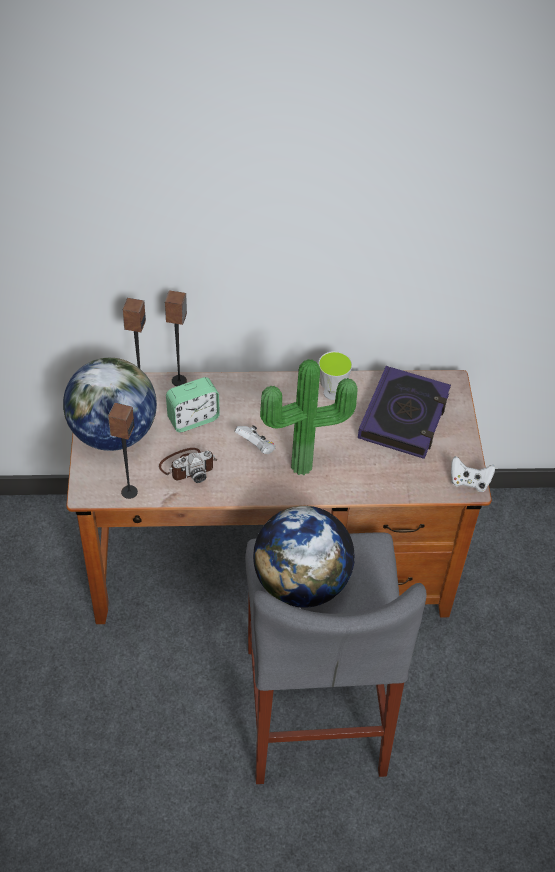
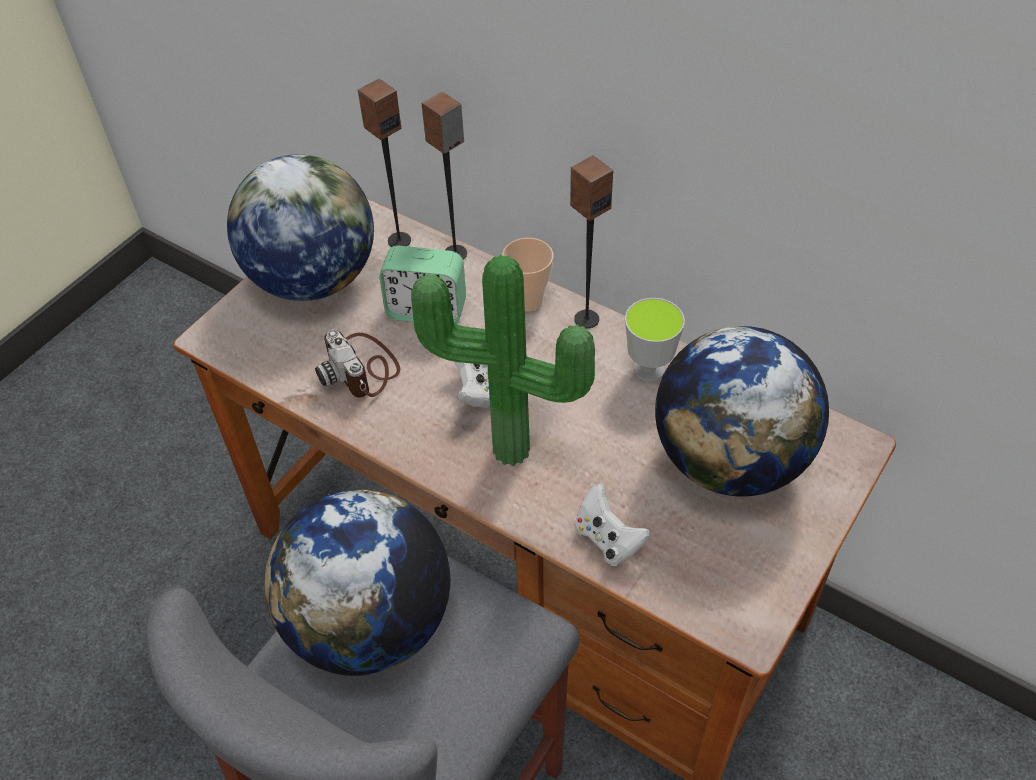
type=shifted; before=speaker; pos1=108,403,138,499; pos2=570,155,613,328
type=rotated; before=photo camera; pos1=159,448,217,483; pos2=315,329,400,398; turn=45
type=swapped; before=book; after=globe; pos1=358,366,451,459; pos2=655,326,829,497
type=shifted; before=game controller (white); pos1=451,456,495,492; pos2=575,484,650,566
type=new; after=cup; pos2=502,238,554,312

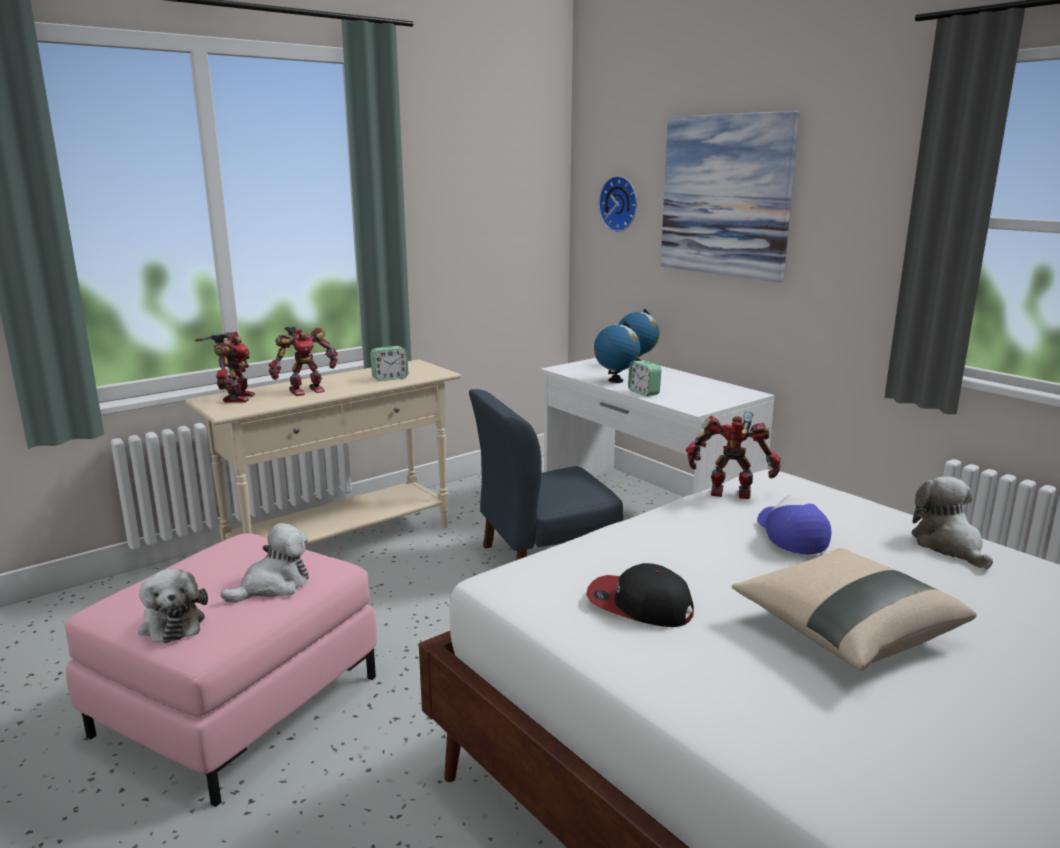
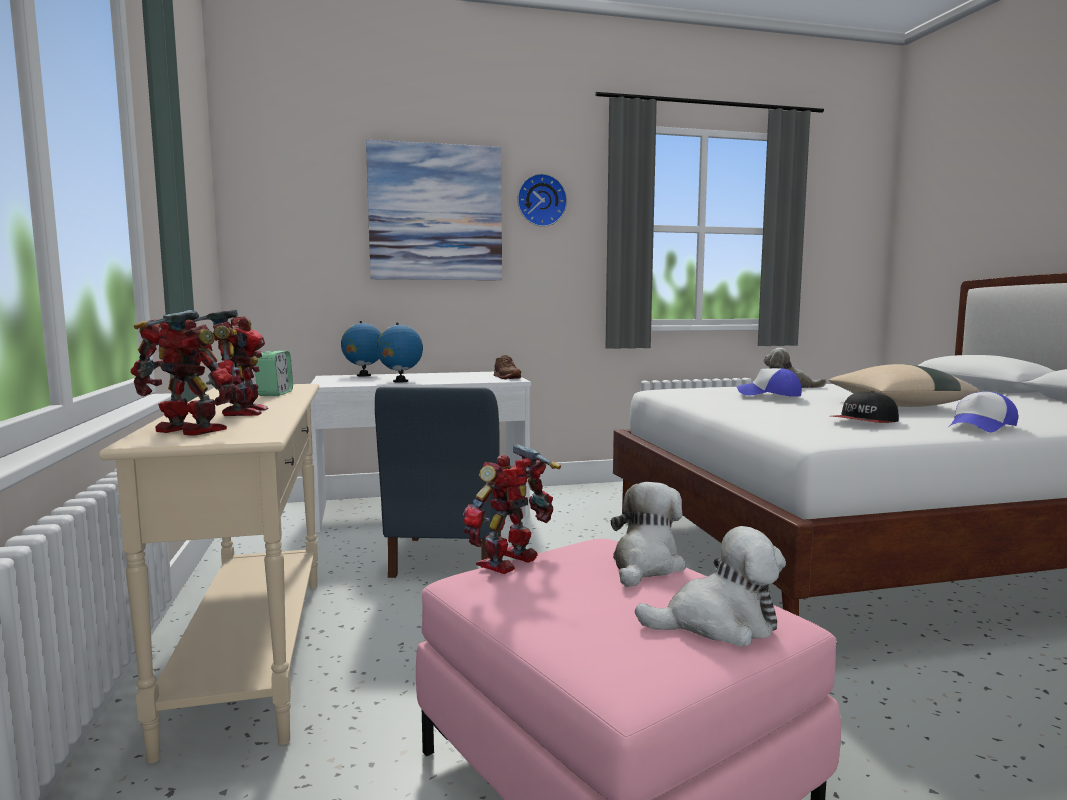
type=rotated; before=plush toy; pos1=221,523,309,603; pos2=611,482,685,587; turn=45
type=shifted; before=wall clock; pos1=599,176,637,232; pos2=517,173,567,227
type=gone; before=alarm clock; pos1=628,360,662,396
type=shifted; before=toy robot; pos1=686,411,781,499; pos2=463,444,561,574
type=new; after=shoe (brown); pos2=494,355,521,379
type=new; after=cap; pos2=949,392,1018,433

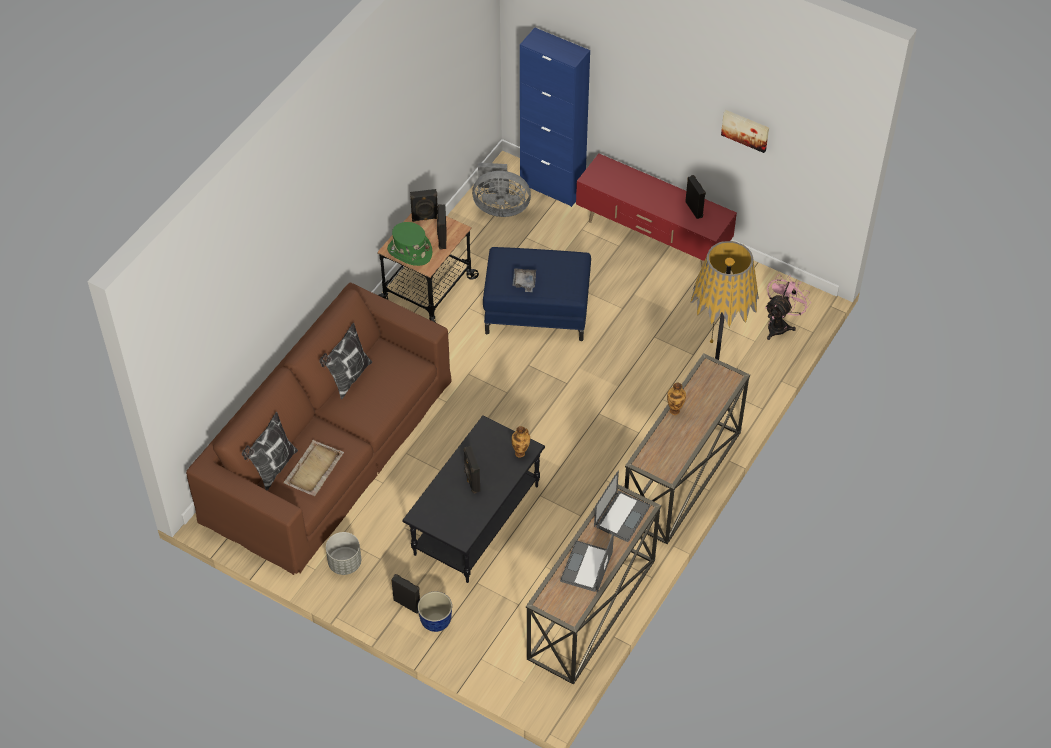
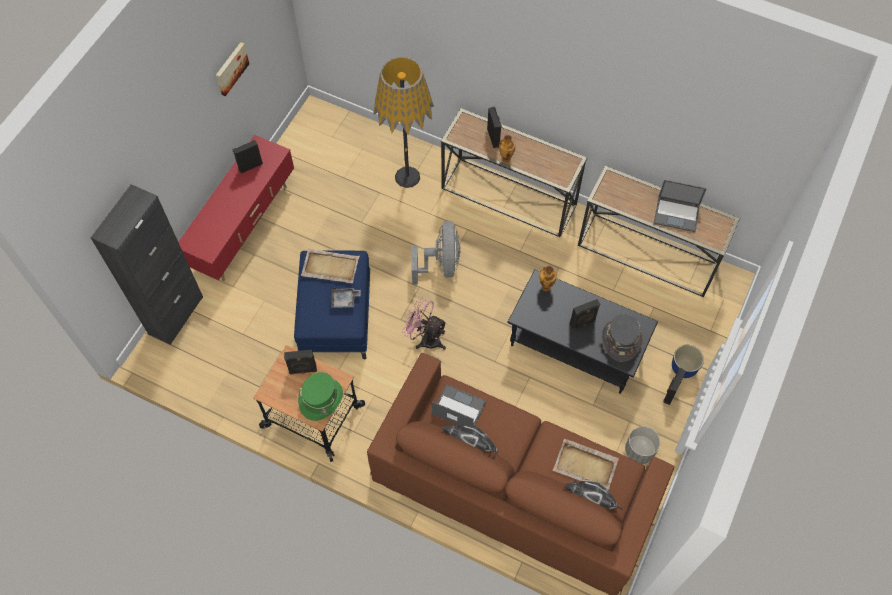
type=shifted; before=speaker (black); pos1=410,189,438,222; pos2=487,107,502,148
type=shifted; before=fan (grey); pos1=472,163,531,217; pos2=412,221,461,285
type=repainted; before=cabinet (blue); after=cabinet (black); pos1=520,28,590,207; pos2=91,184,203,345
type=shifted; before=laptop; pos1=594,471,651,542; pos2=432,384,486,427
type=shifted; before=fan (pink); pos1=765,274,811,340; pos2=402,297,447,350
type=new; after=tray (beige); pos2=301,249,360,283
type=new; after=hat (grey); pos2=602,314,643,362

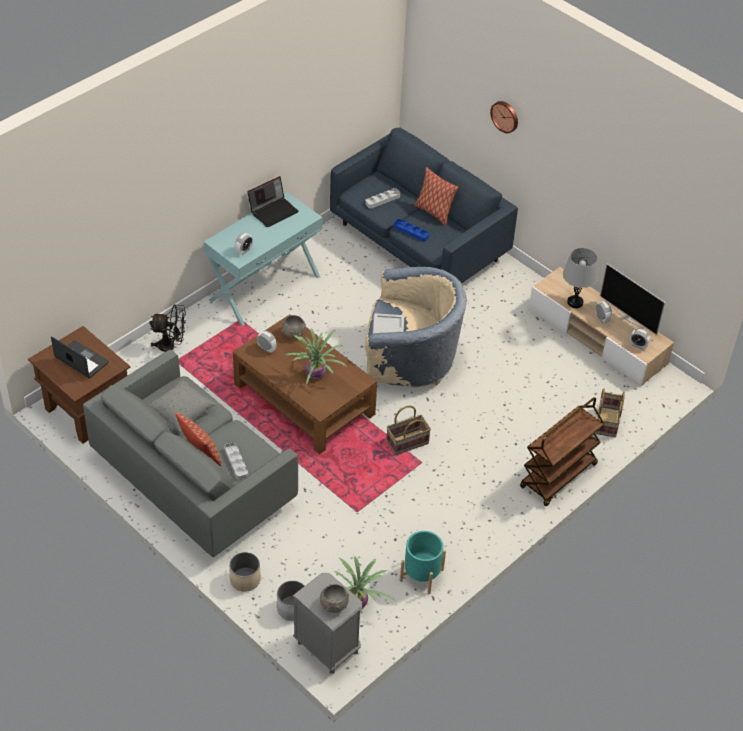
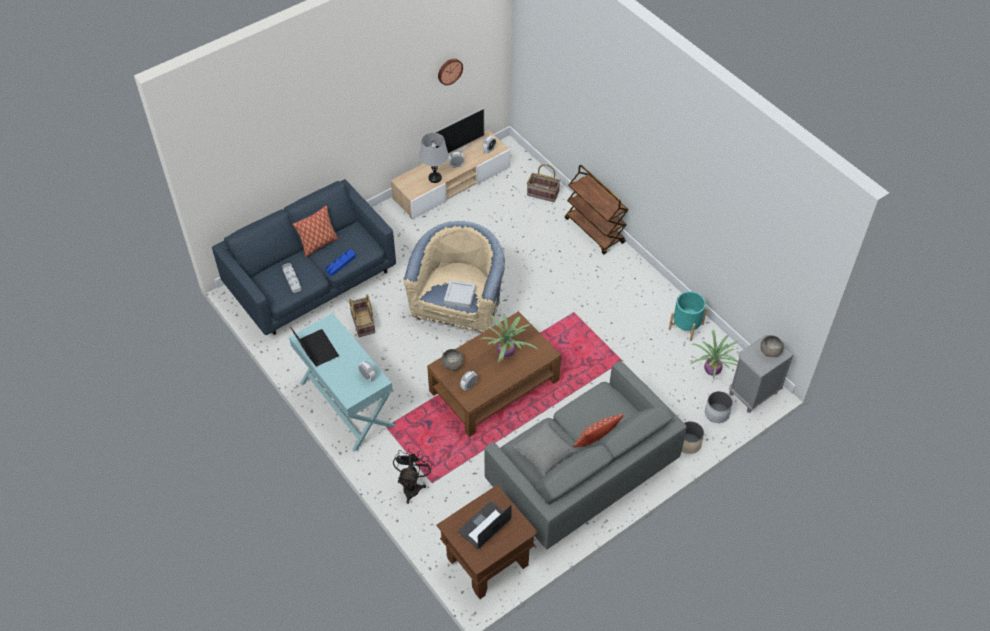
type=gone; before=tray (grey); pos1=224,442,248,480
type=shifted; before=basket; pos1=386,406,431,455; pos2=349,295,375,337
type=shifted; before=wall clock; pos1=490,101,518,133; pos2=438,59,463,85

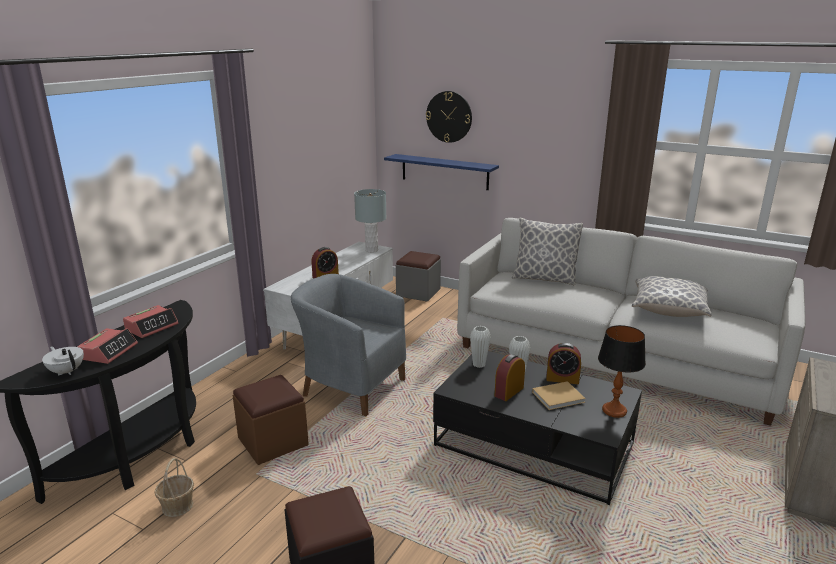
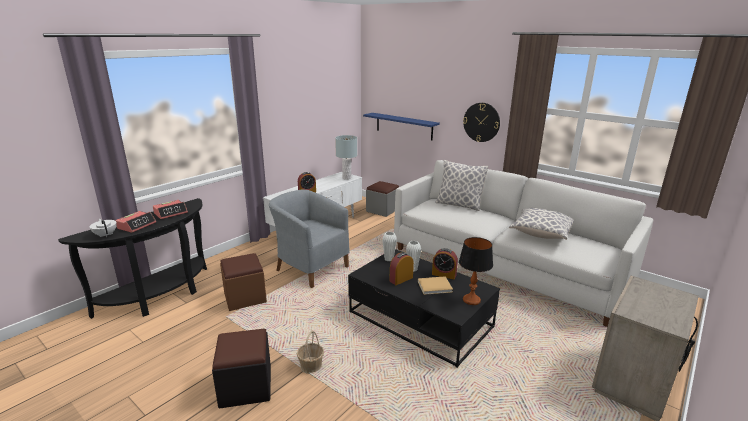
type=shifted; before=basket; pos1=154,458,194,517; pos2=297,331,324,374
type=shifted; before=wall clock; pos1=426,91,472,143; pos2=463,103,500,142

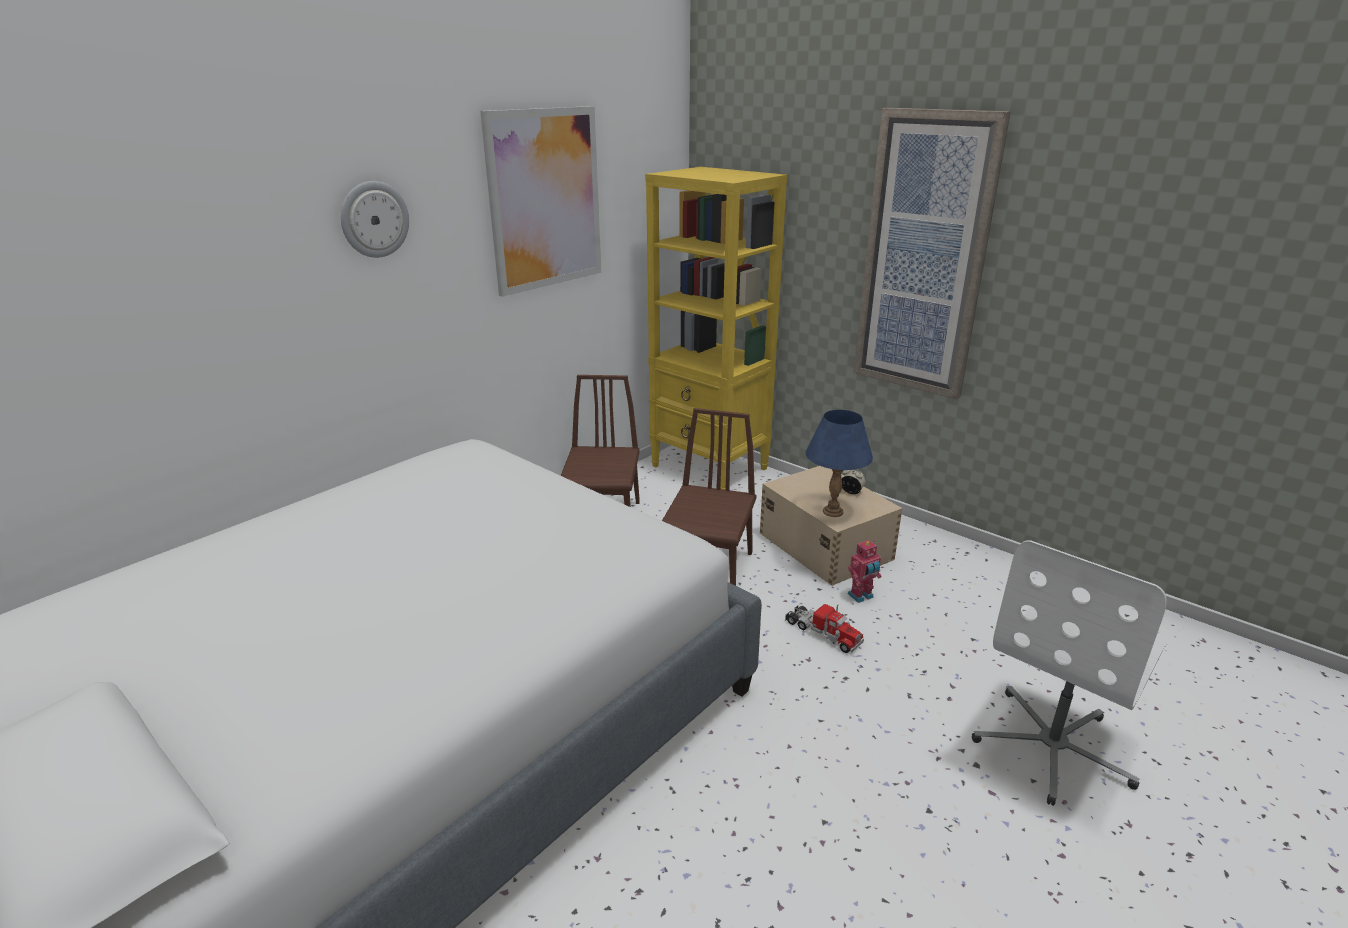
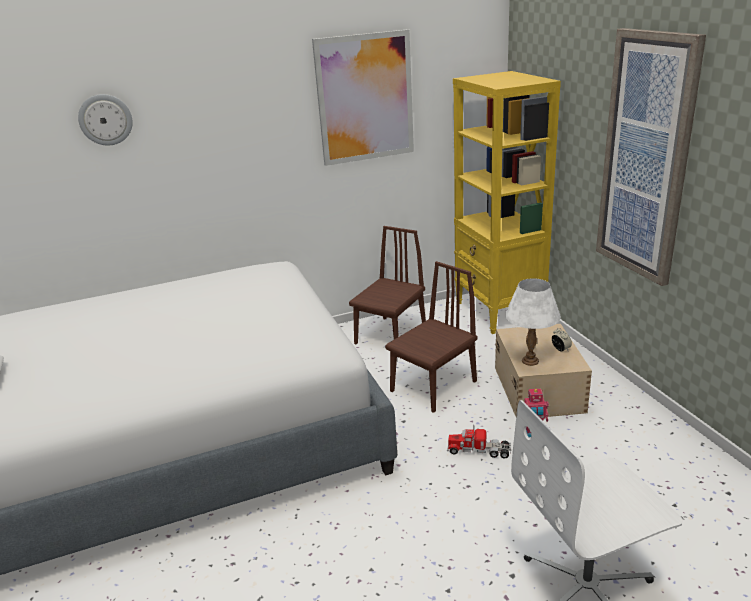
type=shifted; before=wall clock; pos1=341,181,409,258; pos2=78,94,133,146
type=rotated; before=toy truck; pos1=785,604,864,653; pos2=447,424,511,459; turn=120
type=repainted; before=table lamp (blue); after=table lamp (white); pos1=806,410,873,517; pos2=505,278,561,366

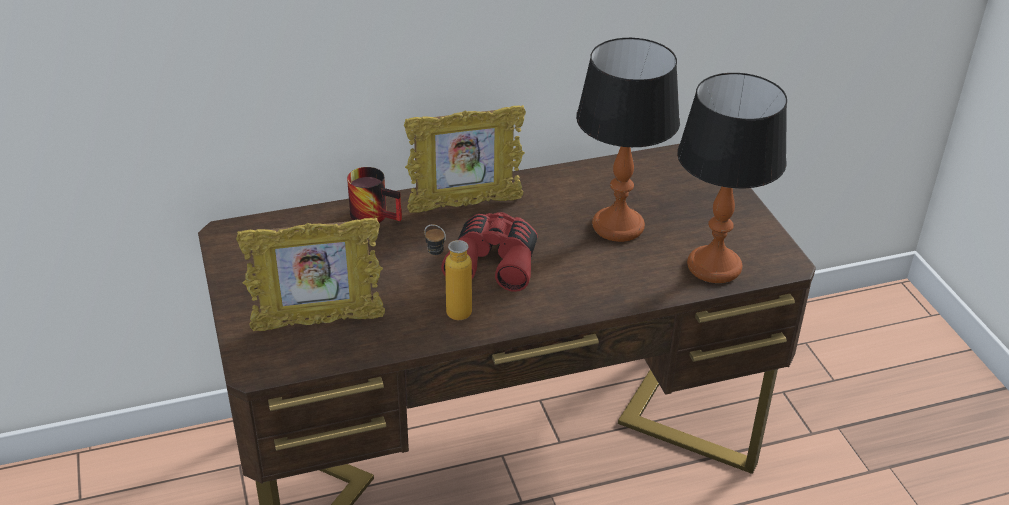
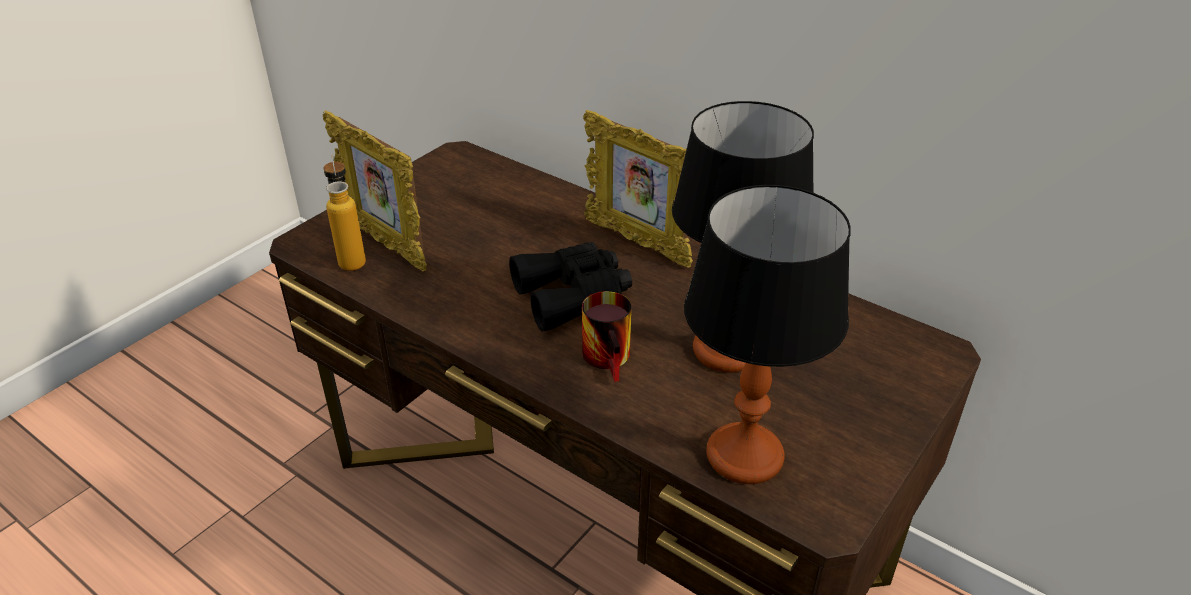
type=shifted; before=mug; pos1=347,167,402,223; pos2=582,291,631,382
type=shifted; before=bottle; pos1=425,224,472,320; pos2=323,154,366,271
type=repainted; before=binoculars (red); after=binoculars (black); pos1=441,212,538,292; pos2=509,242,632,332

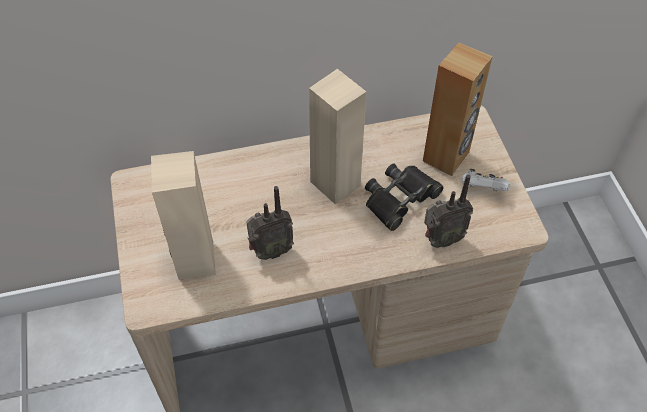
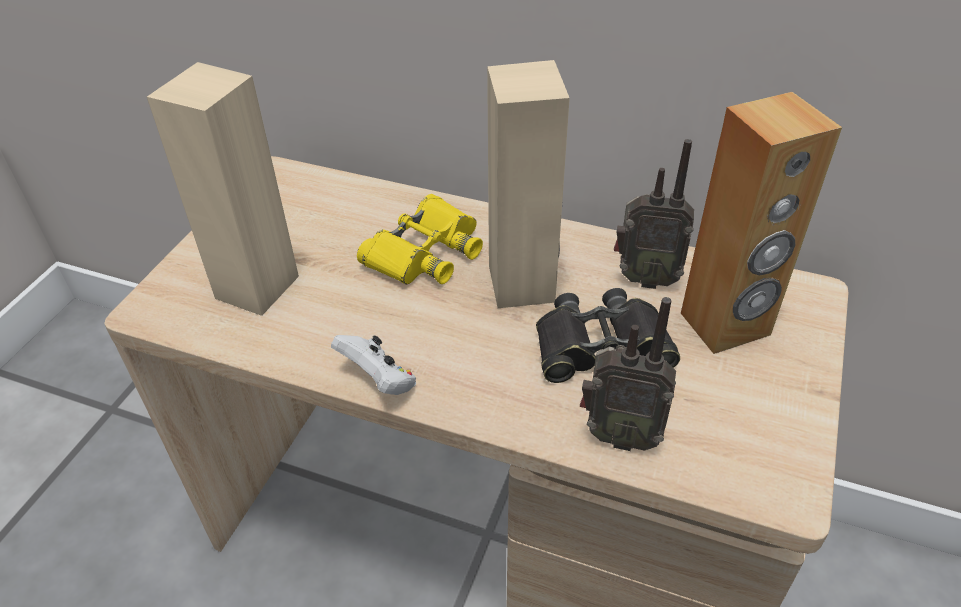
type=shifted; before=radio; pos1=246,186,294,260; pos2=614,139,694,289
type=shifted; before=game controller (white); pos1=462,169,510,191; pos2=331,335,416,395
type=new; after=binoculars (yellow); pos2=357,194,483,284

